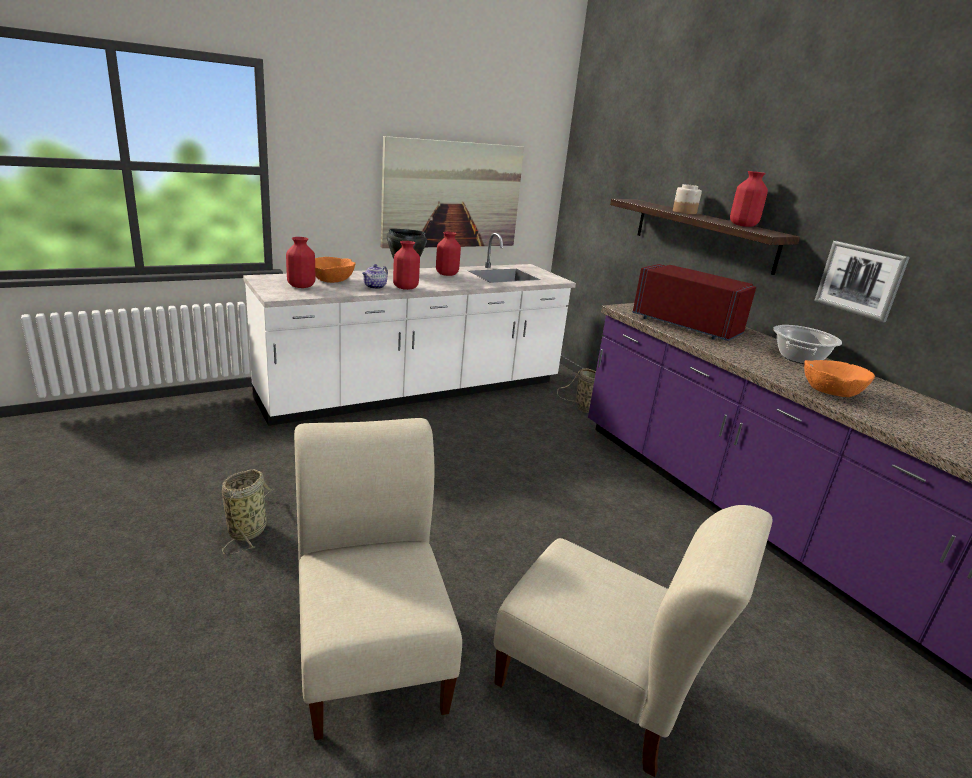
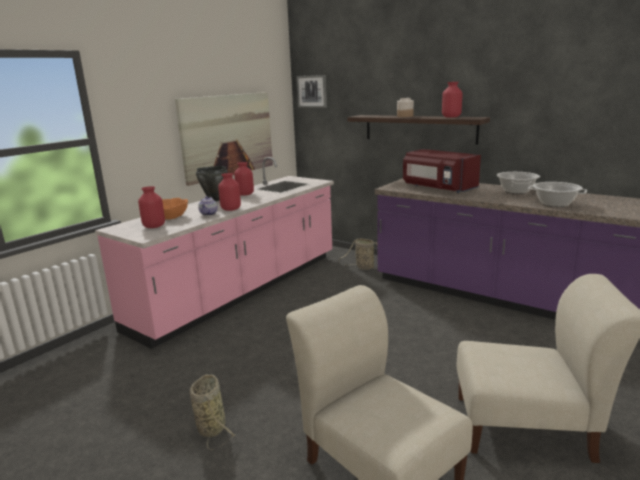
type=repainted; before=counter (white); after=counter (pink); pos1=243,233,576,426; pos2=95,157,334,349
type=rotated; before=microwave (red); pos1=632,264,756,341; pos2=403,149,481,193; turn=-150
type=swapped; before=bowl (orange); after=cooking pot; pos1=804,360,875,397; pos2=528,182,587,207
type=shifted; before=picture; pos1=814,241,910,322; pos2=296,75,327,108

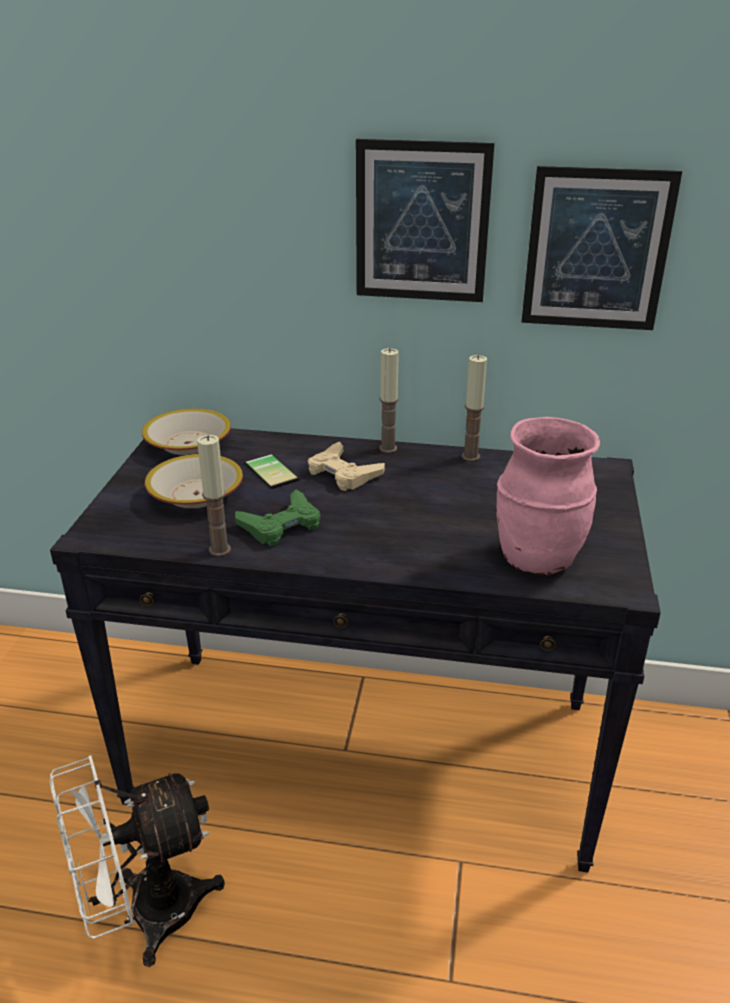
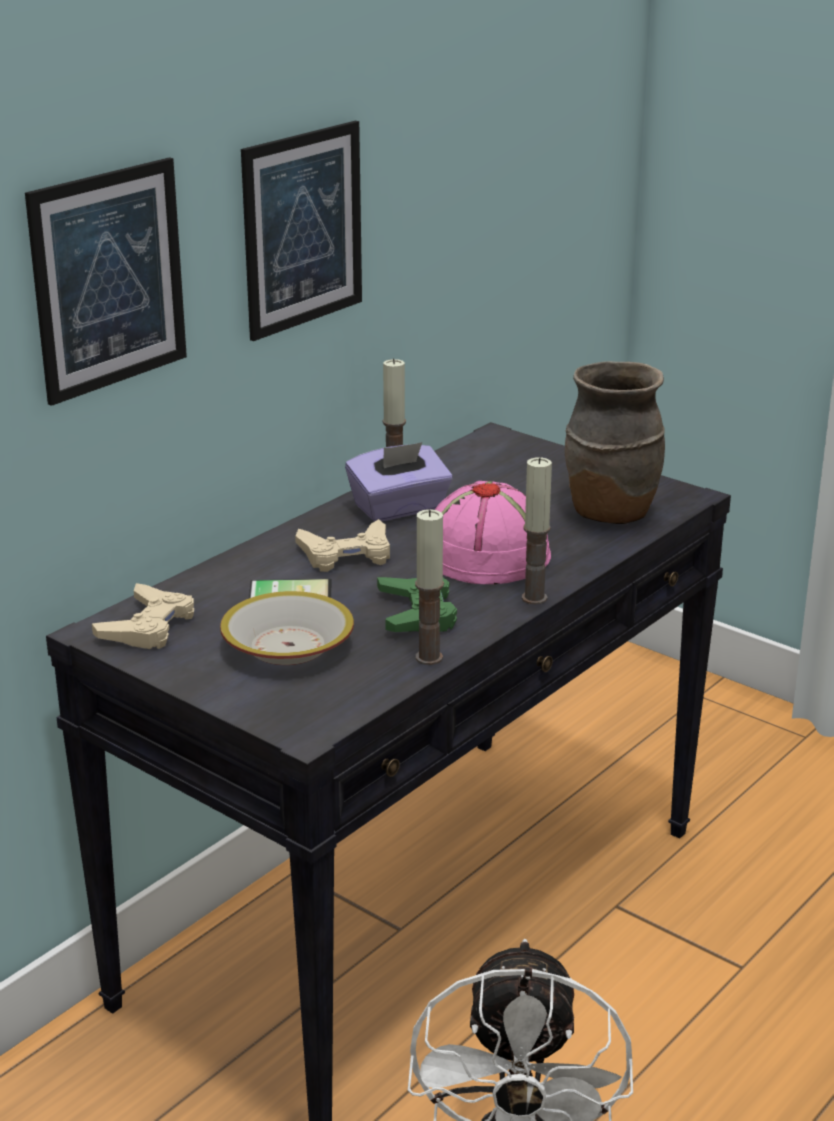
type=swapped; before=bowl; after=game controller (beige); pos1=142,409,231,455; pos2=92,583,194,649
type=shifted; before=candle; pos1=379,348,399,453; pos2=522,458,552,604
type=repainted; before=vase (pink); after=vase (brown); pos1=496,417,600,576; pos2=565,361,665,524
type=shifted; before=picture; pos1=522,166,682,330; pos2=25,157,187,406
type=new; after=tissue box (purple); pos2=345,442,453,522
type=new; after=hat (pink); pos2=435,481,551,584

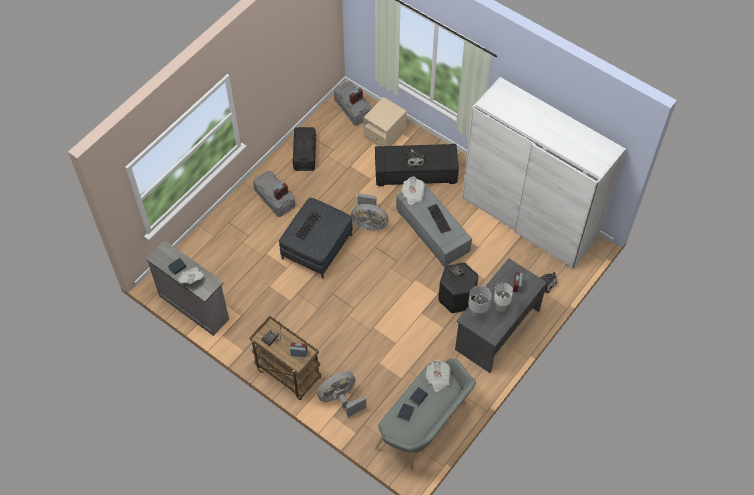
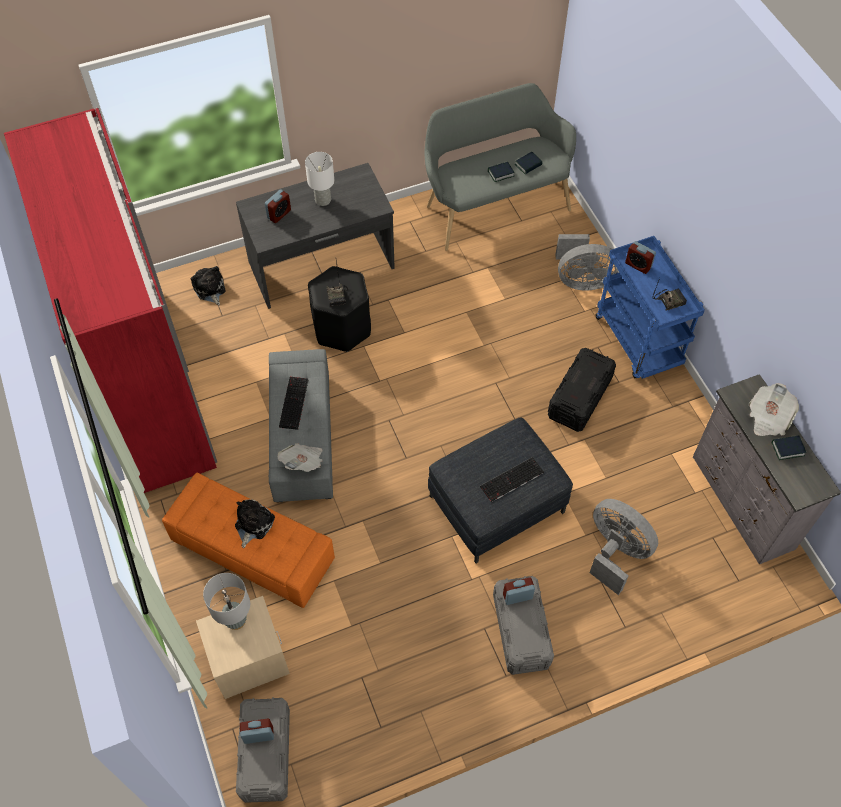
type=repainted; before=cart (brown); after=cart (blue); pos1=249,316,321,401; pos2=595,236,705,379
type=shifted; before=storage box (black); pos1=293,127,316,171; pos2=548,348,616,432
type=shifted; before=fan (grey); pos1=351,193,389,230; pos2=590,499,658,595
type=repainted; before=ottoman (black); after=ottoman (orange); pos1=375,144,459,186; pos2=162,472,335,608
type=gone; before=newspaper; pos1=425,360,451,392
type=repainted; before=wardrobe (white); after=wardrobe (red); pos1=462,77,626,269; pos2=4,107,217,493
type=shifted; before=table lamp (grey); pos1=468,285,491,319; pos2=203,573,250,630

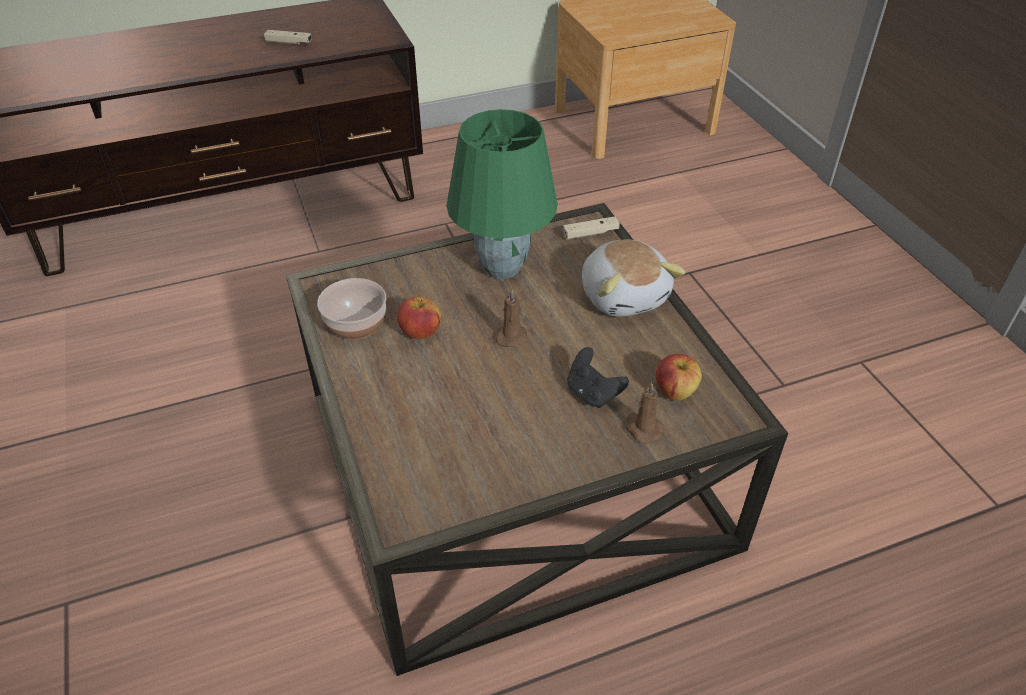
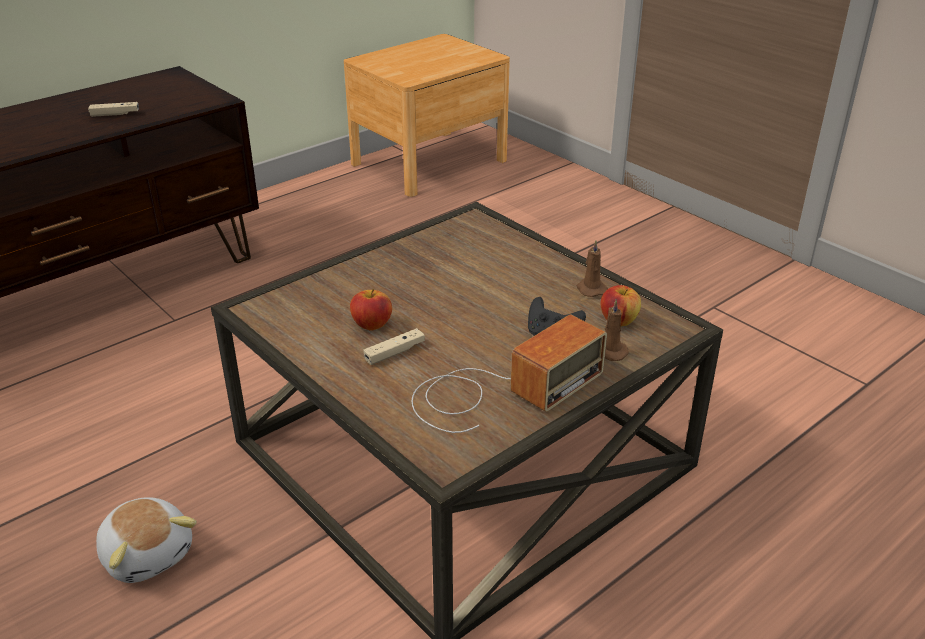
type=gone; before=bowl; pos1=317,278,386,340
type=gone; before=table lamp (green); pos1=447,109,557,280
type=shifted; before=candle (brown); pos1=496,289,528,348; pos2=577,240,608,297
type=shifted; before=game controller (beige); pos1=563,216,620,240; pos2=363,328,425,365
type=shifted; before=plush toy; pos1=582,239,686,317; pos2=96,497,197,583
type=new; after=radio; pos2=412,314,607,433

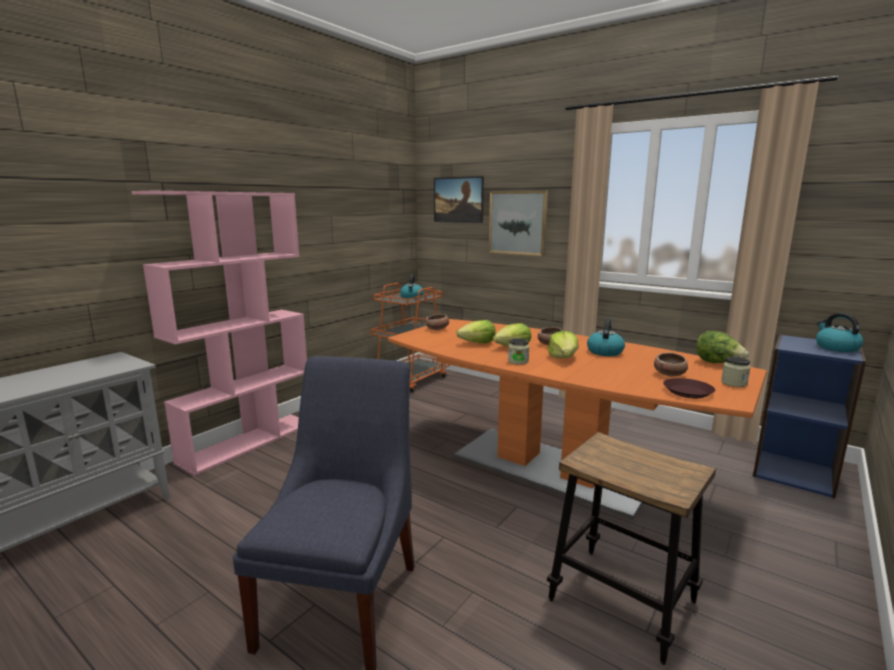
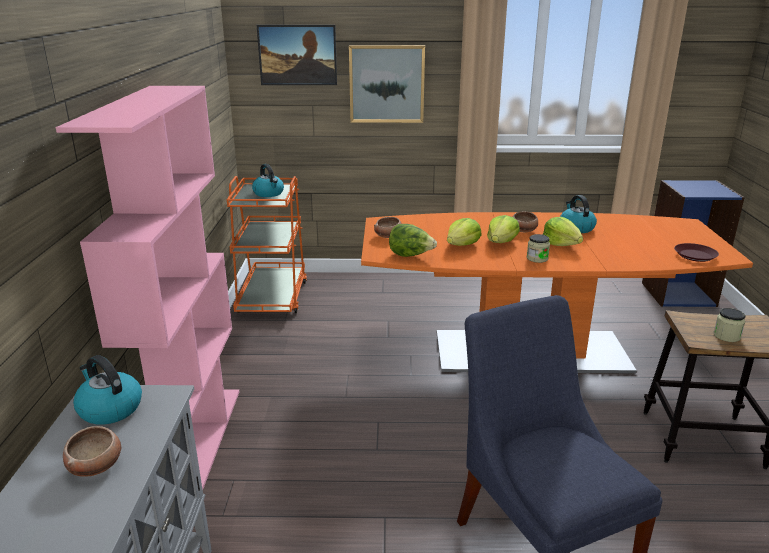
type=shifted; before=bowl; pos1=654,353,688,376; pos2=63,426,121,477
type=shifted; before=lettuce; pos1=696,331,749,363; pos2=389,224,437,257
type=shifted; before=jar; pos1=721,357,750,387; pos2=714,308,745,342
type=shifted; before=kettle; pos1=816,313,863,352; pos2=73,355,142,425

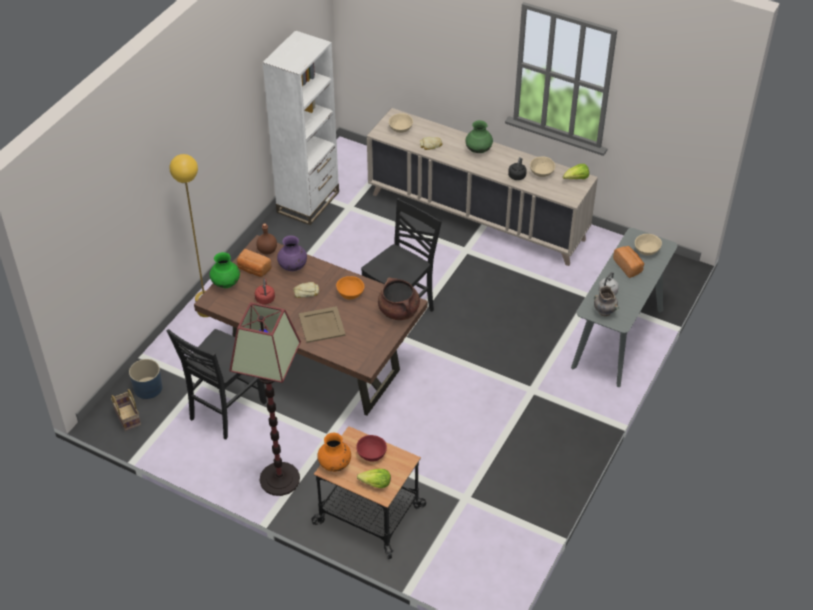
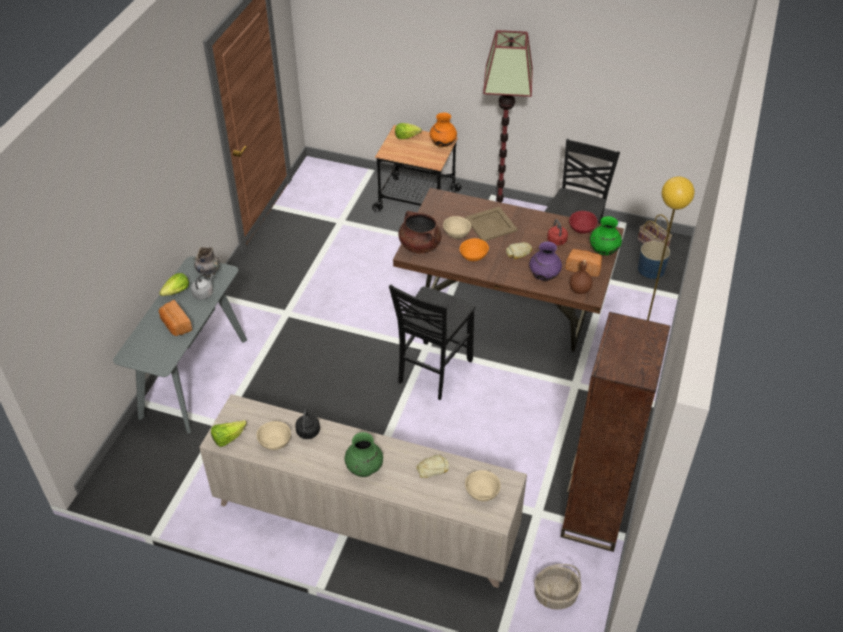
type=repainted; before=bookcase (white); after=bookcase (brown); pos1=262,30,339,225; pos2=560,312,670,552
type=shifted; before=bowl (red); pos1=356,435,387,462; pos2=569,211,597,234
type=shifted; before=bowl (beige); pos1=635,234,662,256; pos2=443,216,471,239
type=new; after=lettuce; pos2=159,273,189,296
type=new; after=basket; pos2=534,564,581,610

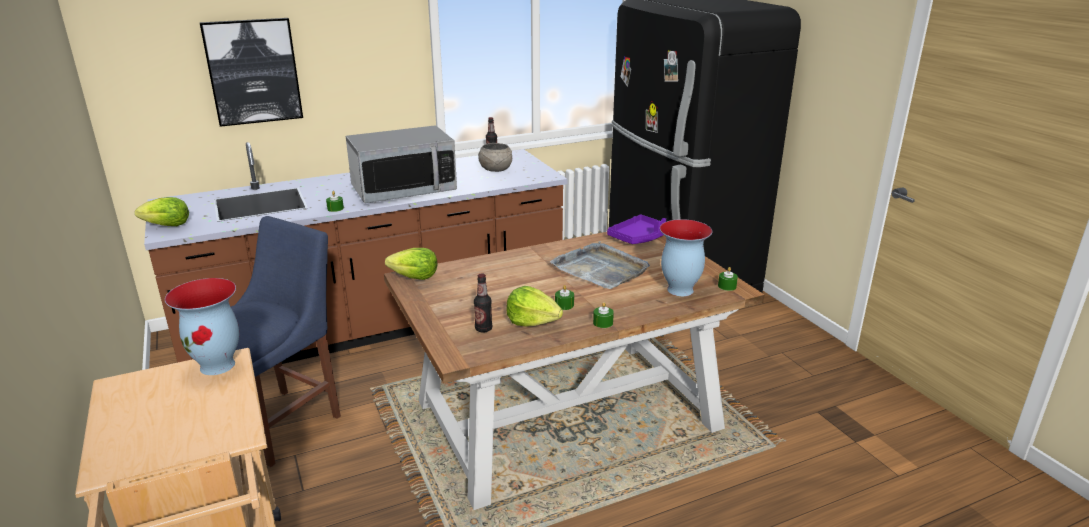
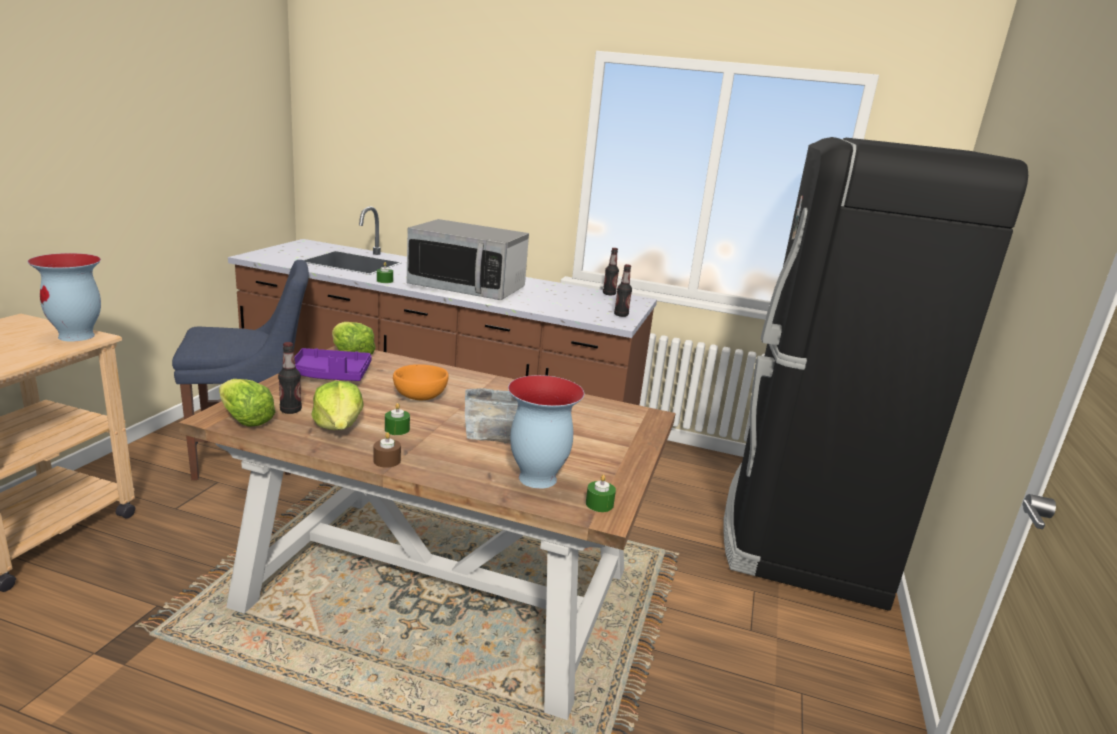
type=shifted; before=lettuce; pos1=135,197,189,226; pos2=219,379,275,427
type=gone; before=picture; pos1=199,18,303,127
type=gone; before=bowl (grey); pos1=478,143,512,172
type=repainted; before=candle (green); after=candle (brown); pos1=593,302,614,328; pos2=373,432,401,468
type=shifted; before=tray (purple); pos1=607,215,666,244; pos2=294,348,372,381
type=new; after=bowl (orange); pos2=393,364,449,400
type=new; after=bottle; pos2=614,264,632,317

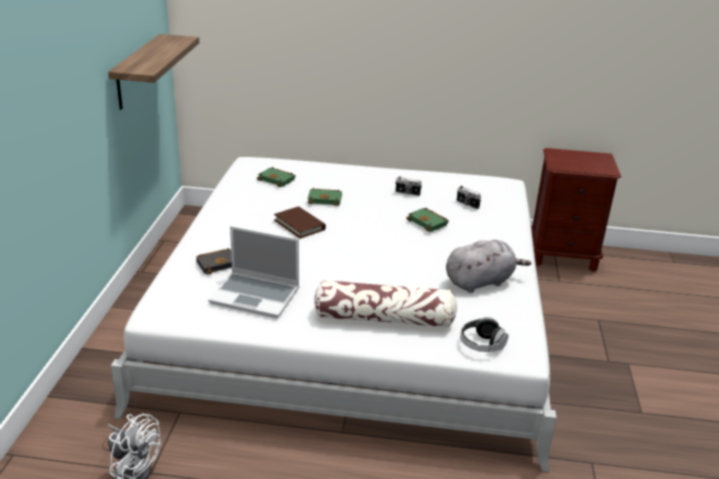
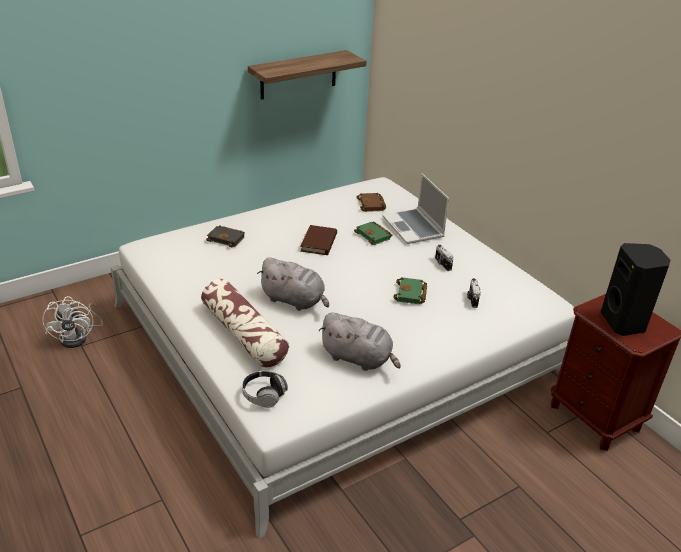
type=shifted; before=laptop; pos1=208,226,299,318; pos2=382,173,449,244
type=repainted; before=book (green); after=book (brown); pos1=257,167,295,187; pos2=356,193,386,212
type=new; after=plush toy (grey); pos2=257,257,329,311
type=new; after=speaker (black); pos2=601,243,670,336

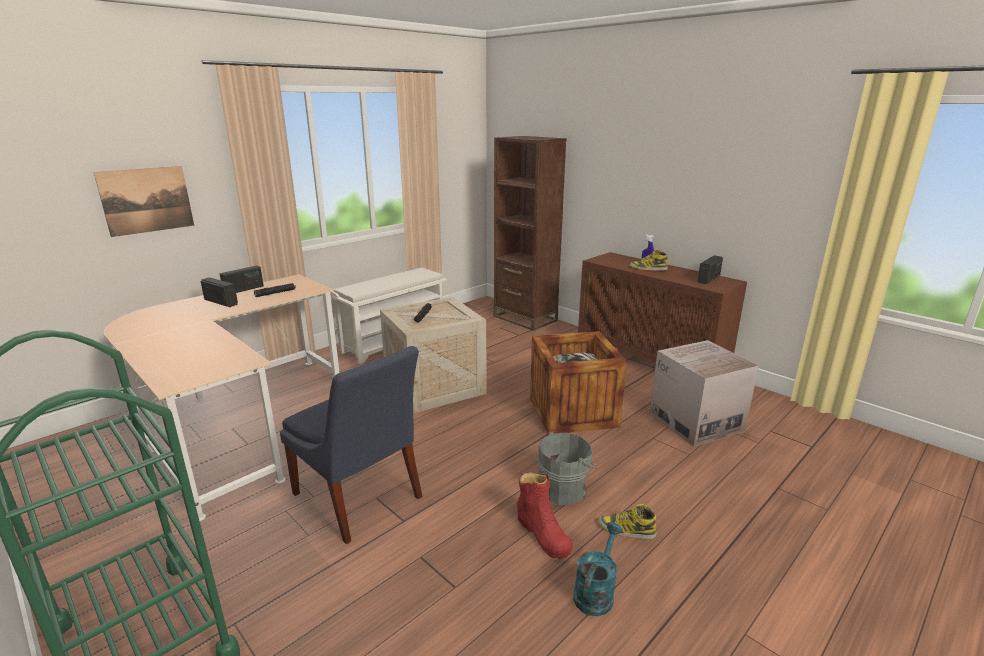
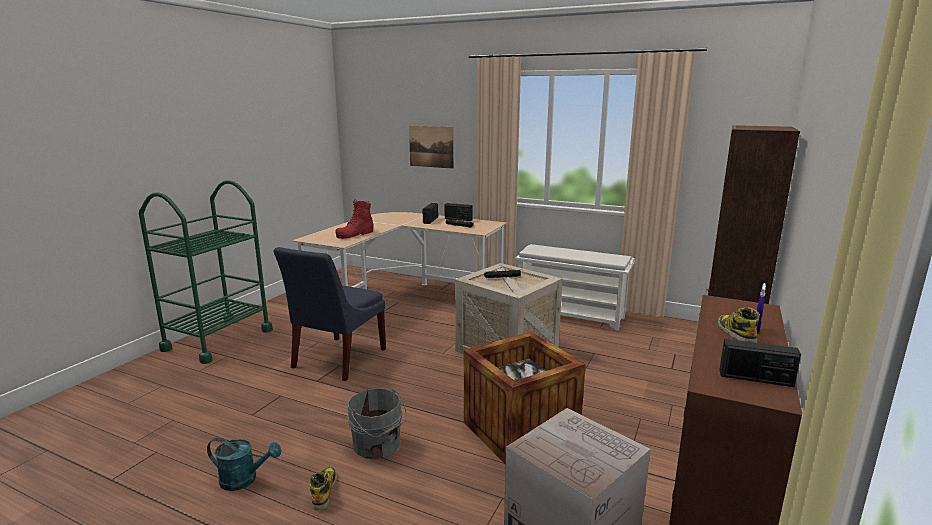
type=shifted; before=boot (red); pos1=517,472,573,559; pos2=335,200,373,239

